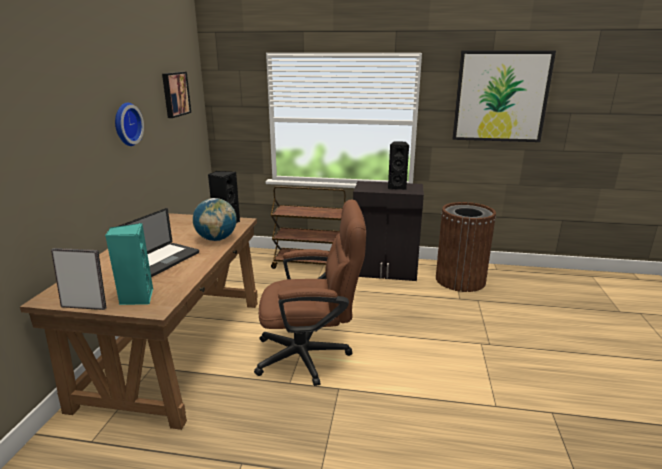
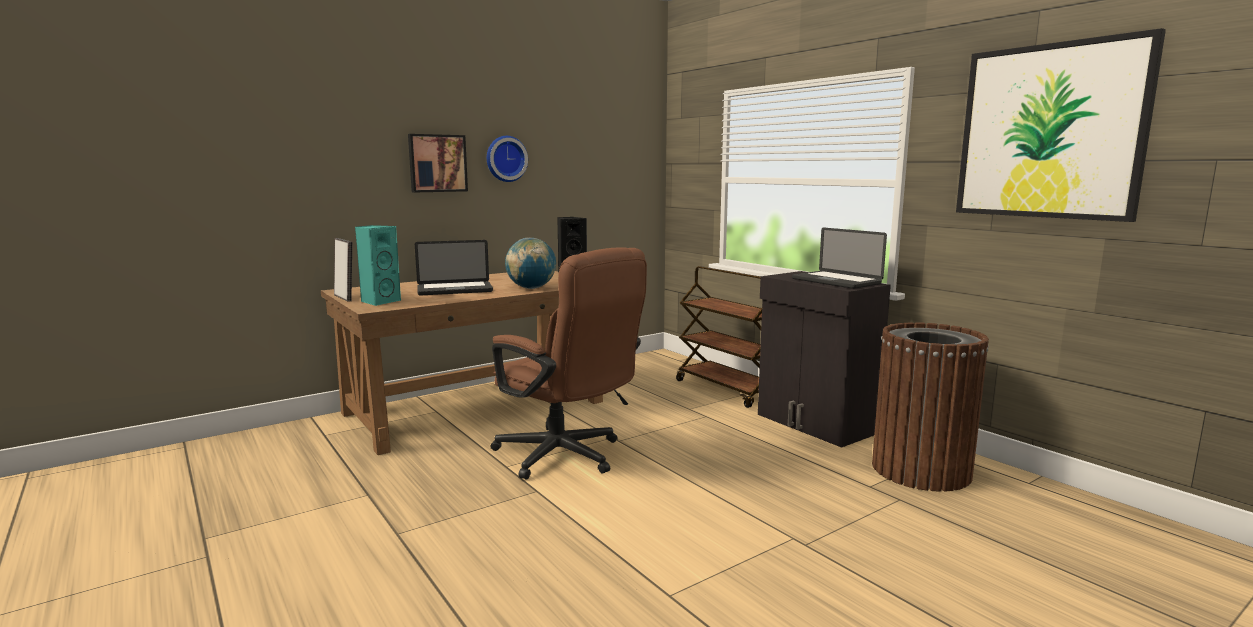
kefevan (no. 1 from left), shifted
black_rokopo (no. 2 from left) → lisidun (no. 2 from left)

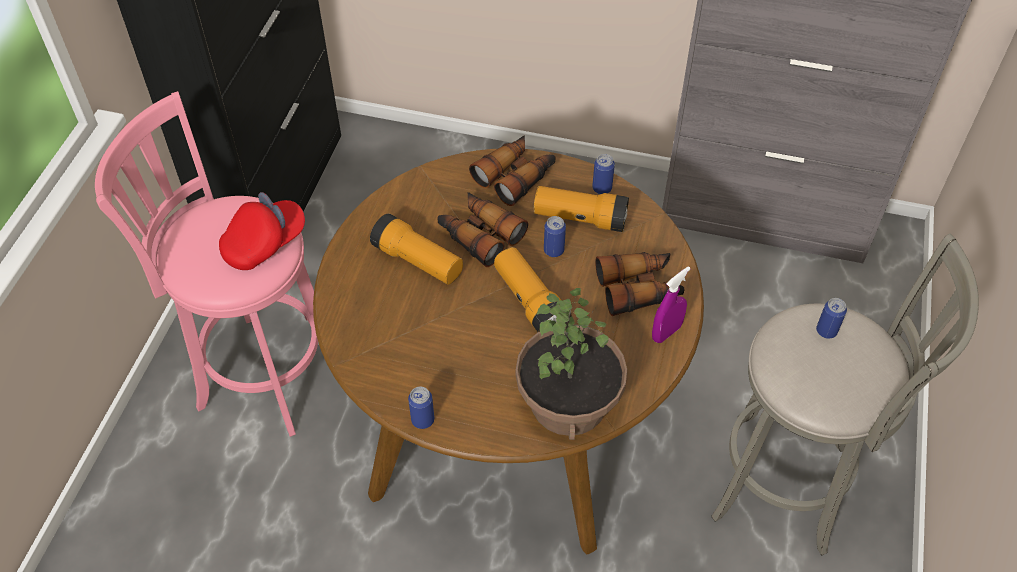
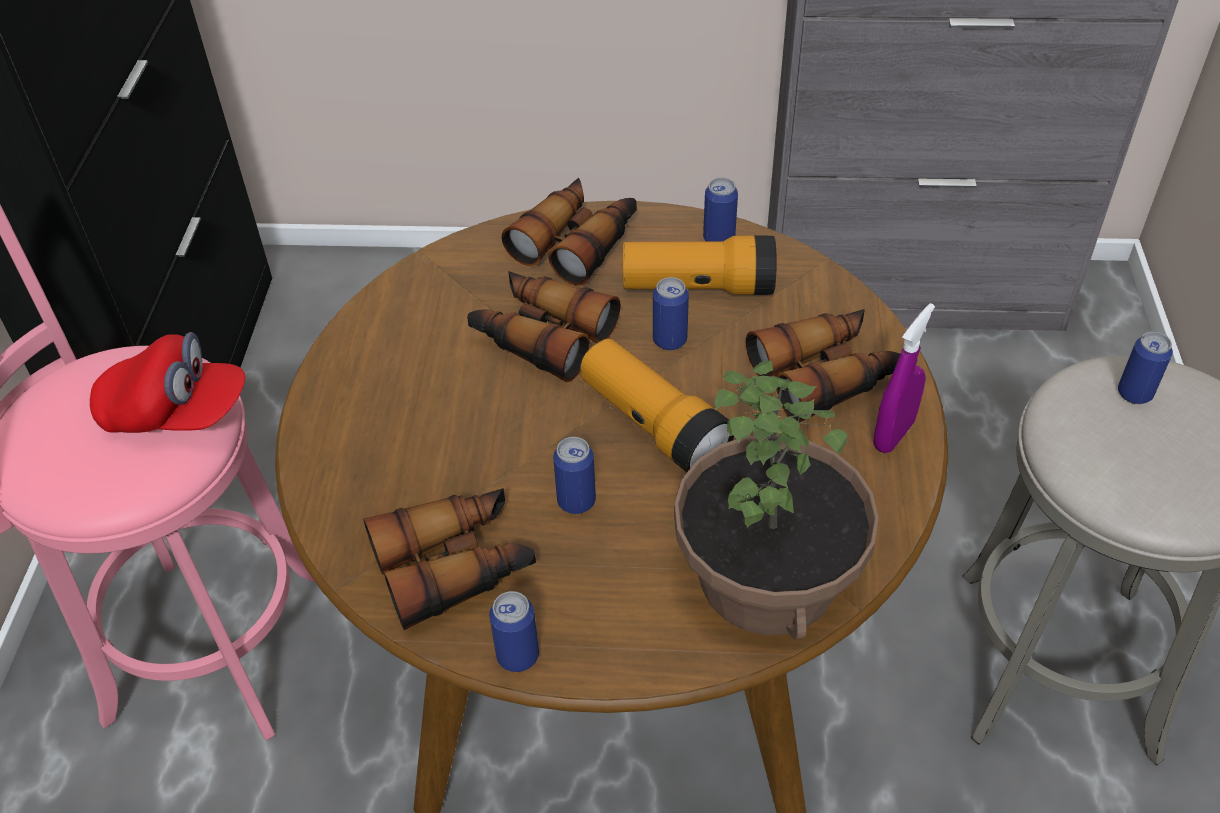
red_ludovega, 60 degrees clockwise
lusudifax (no. 1 from left) → -
- → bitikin (no. 2 from left)
- → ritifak (no. 1 from left)

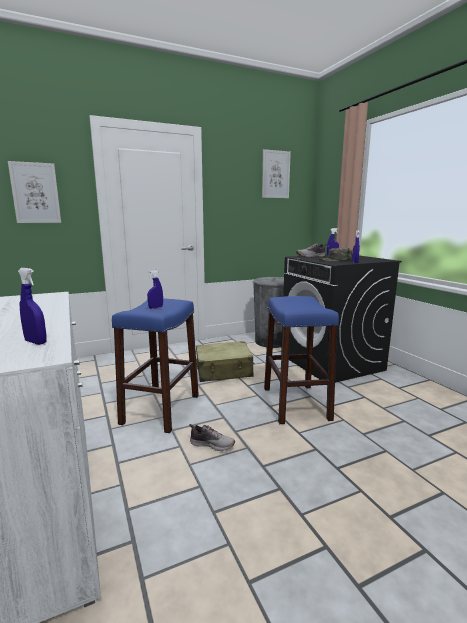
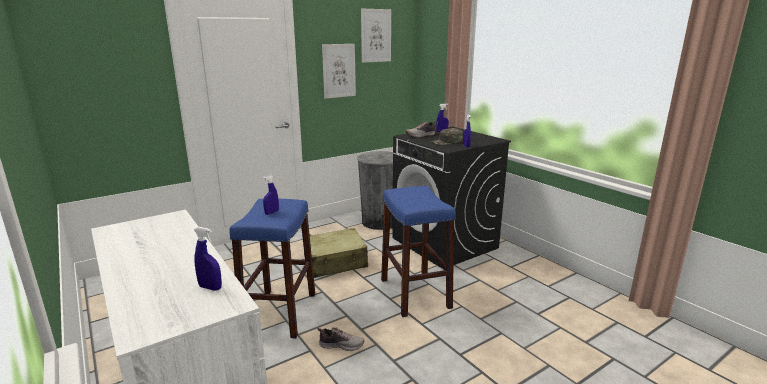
kefevan (no. 1 from left), shifted

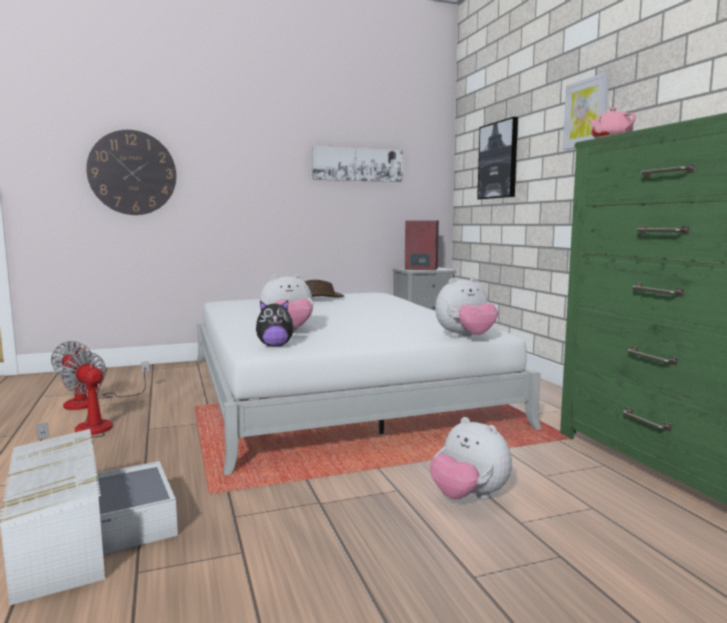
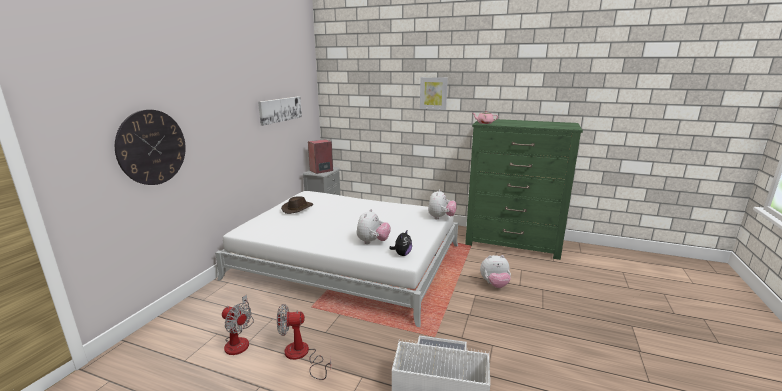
kefevan (no. 2 from left) → -

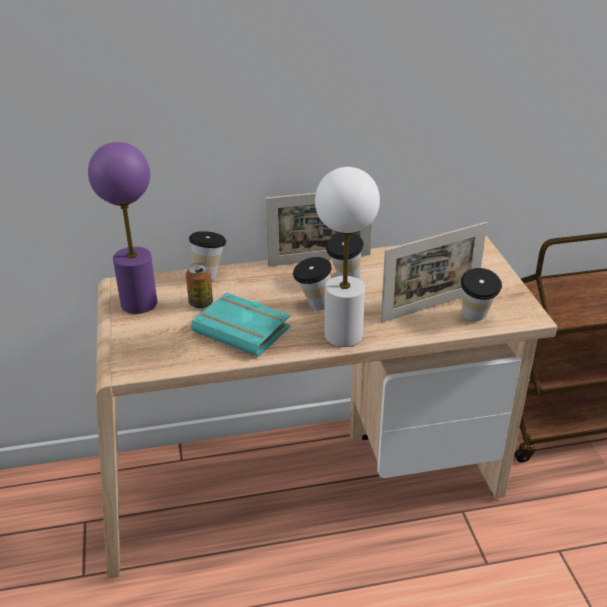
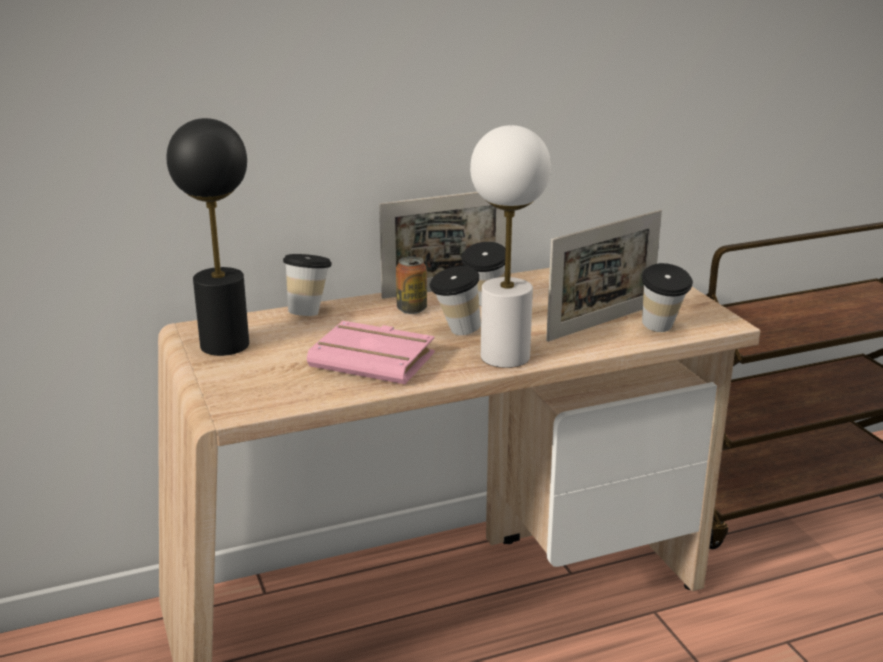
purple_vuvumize → black_vuvumize
bitikin, shifted
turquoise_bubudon → pink_bubudon

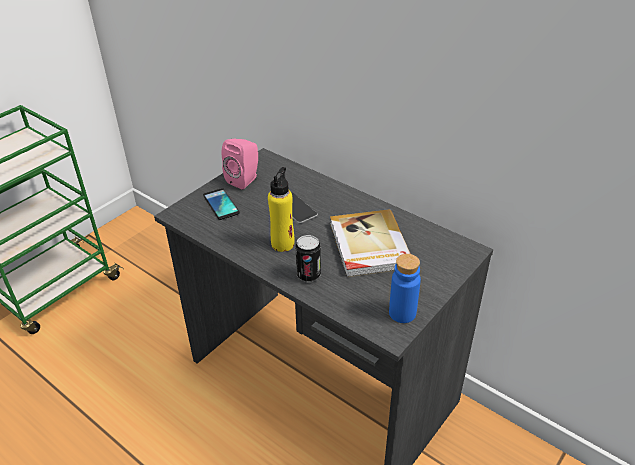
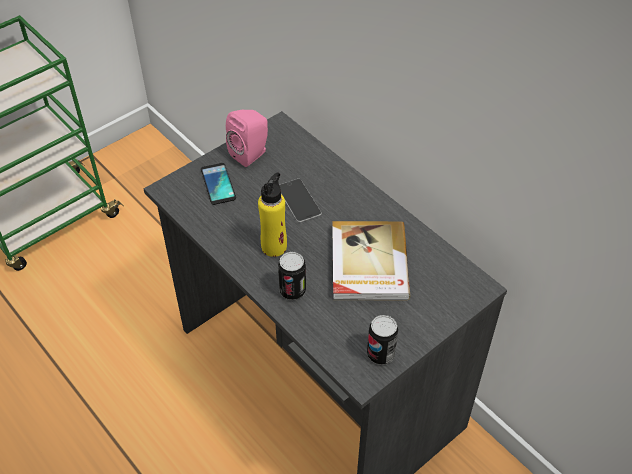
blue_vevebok → bitikin (no. 2 from left)

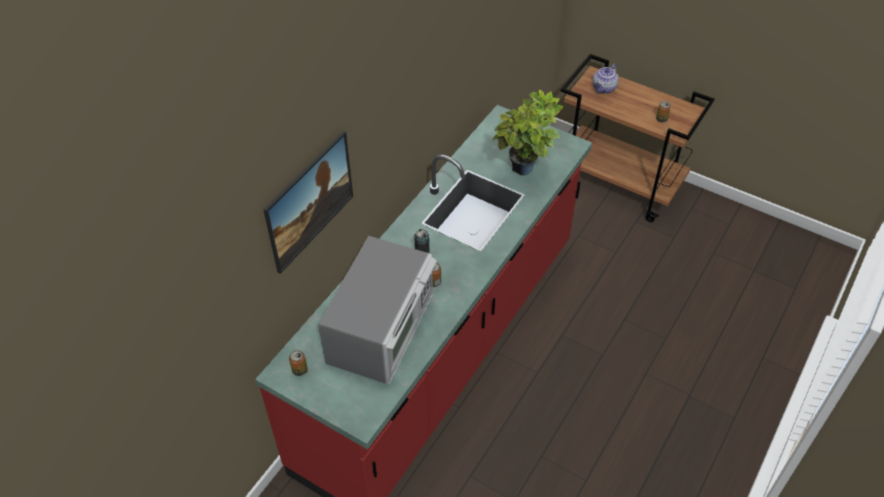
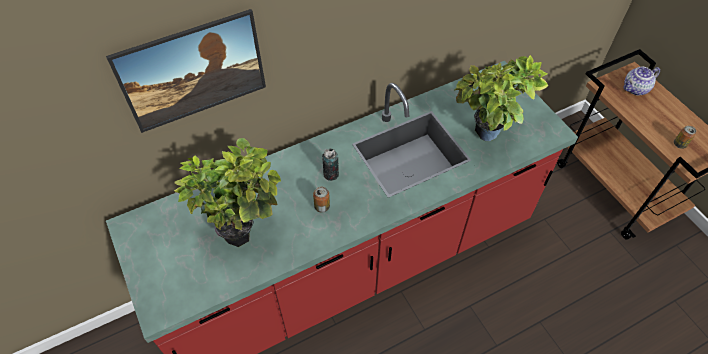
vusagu → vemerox (no. 1 from left)
bitikin (no. 1 from left) → -

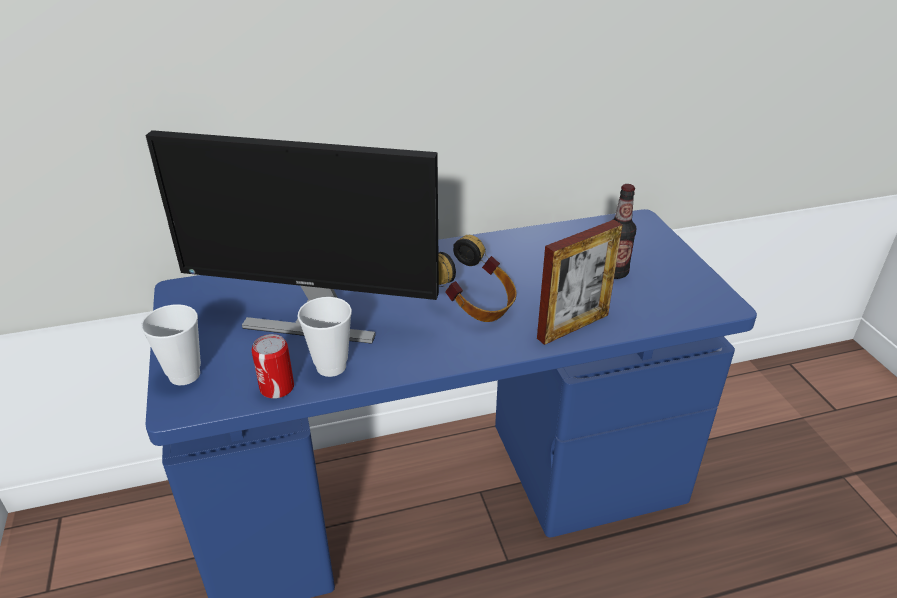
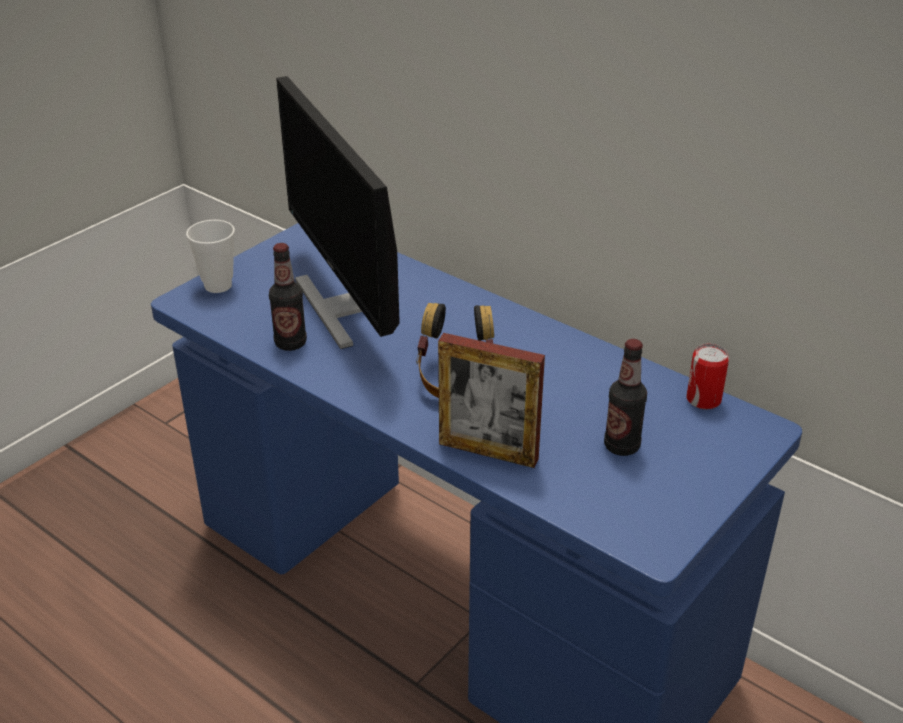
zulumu (no. 2 from left) → vevebok (no. 1 from left)
bitikin, shifted

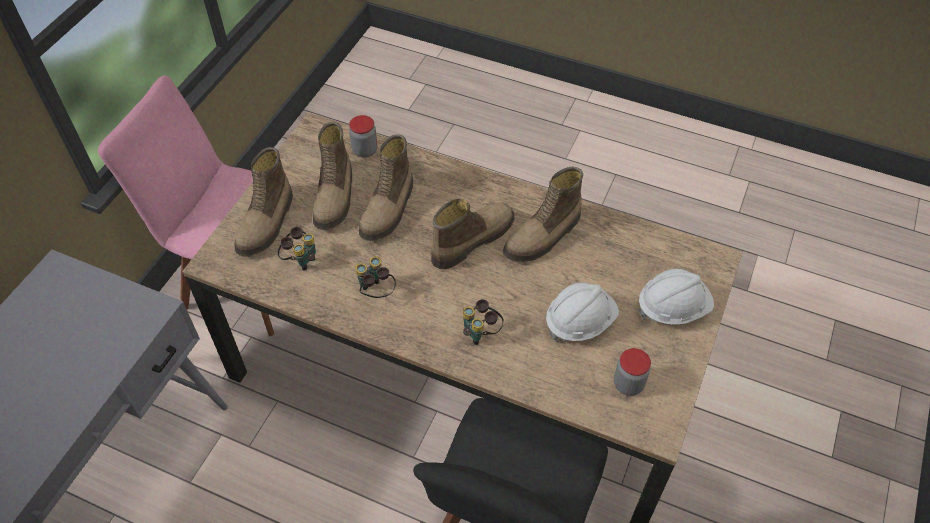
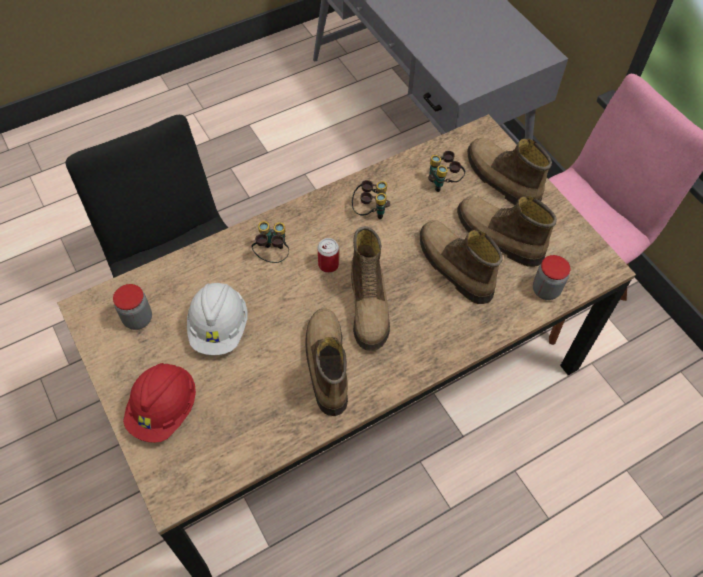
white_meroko (no. 2 from left) → red_meroko
- → bitikin

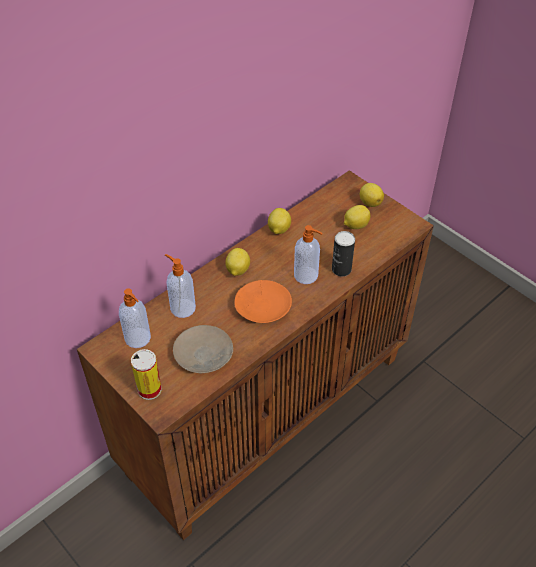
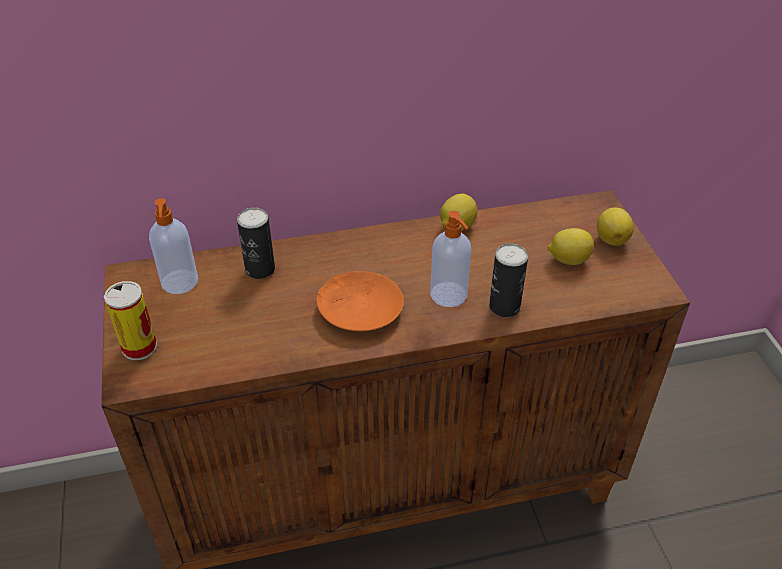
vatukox (no. 1 from left) → -
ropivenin (no. 2 from left) → bitikin (no. 2 from left)
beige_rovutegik → -

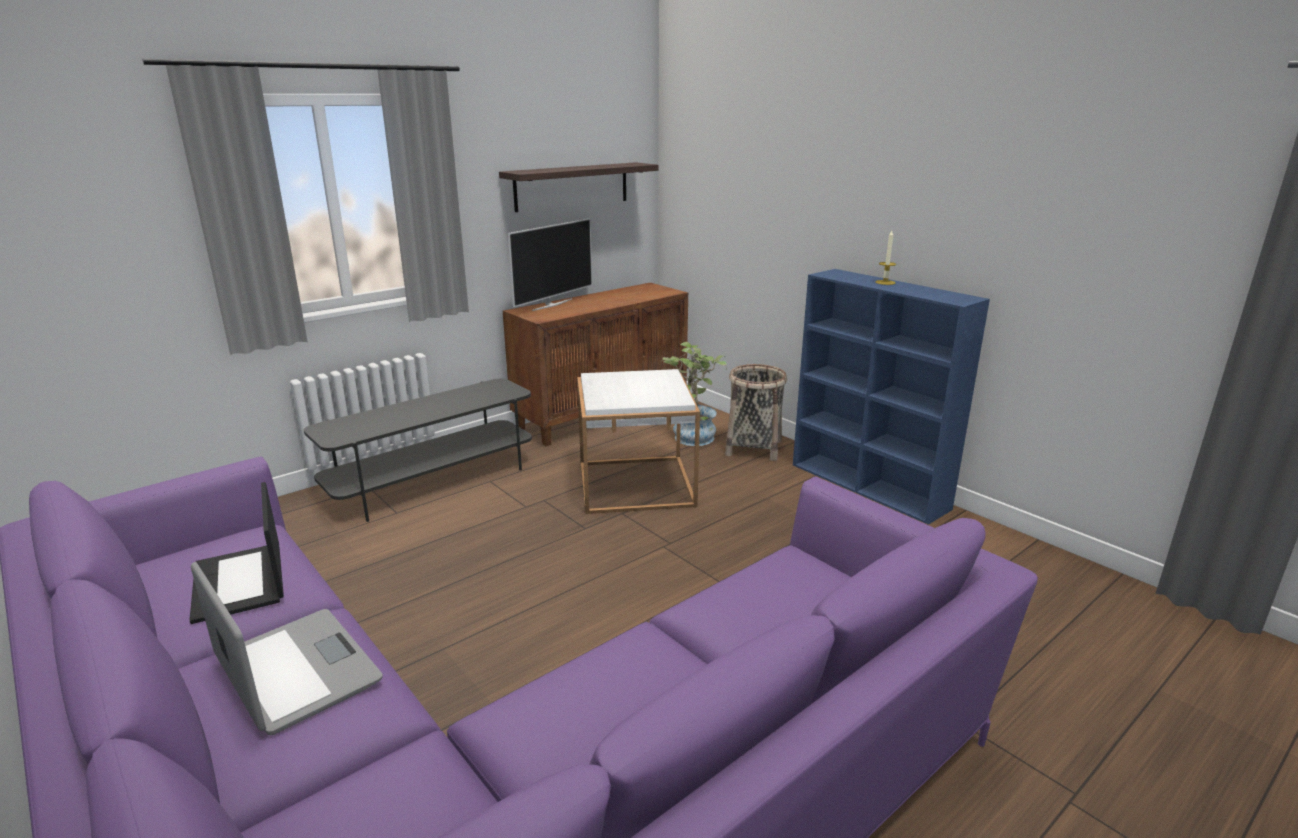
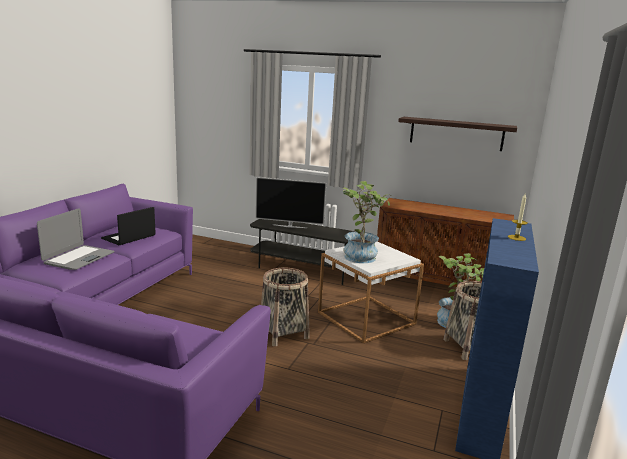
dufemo, shifted
- → vemerox (no. 1 from left)
- → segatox (no. 1 from left)

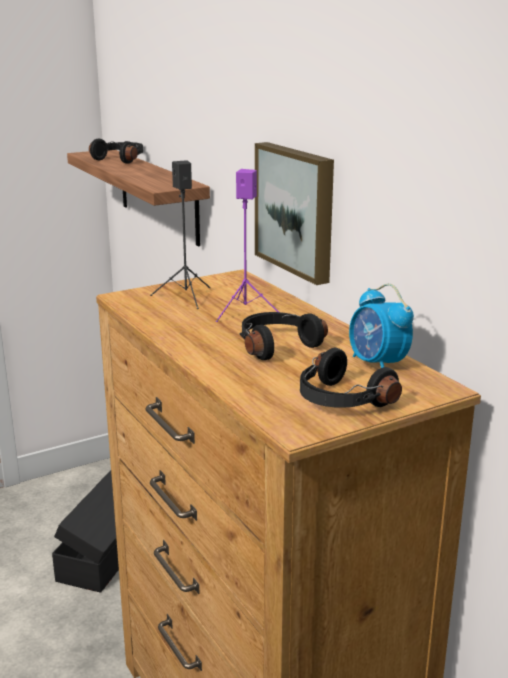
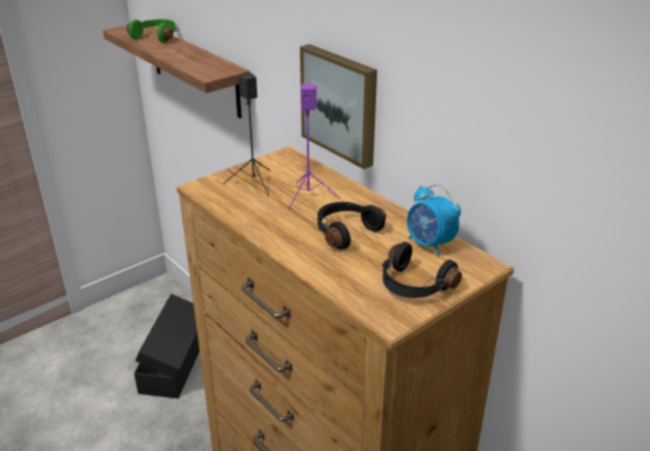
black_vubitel (no. 1 from left) → green_vubitel

